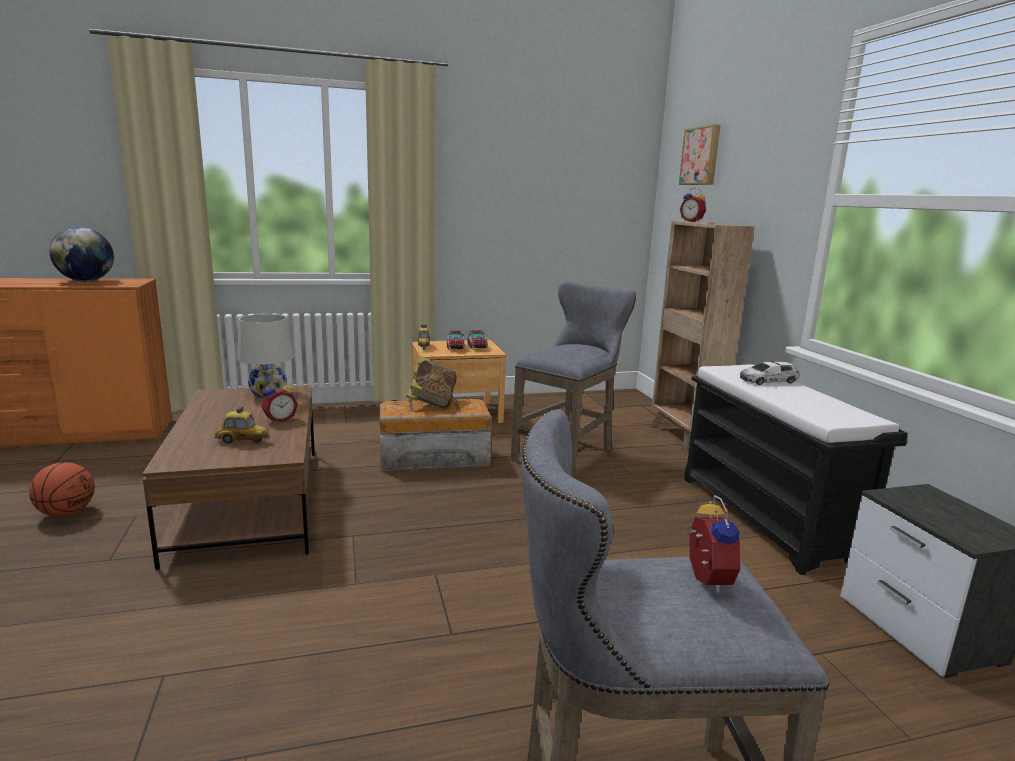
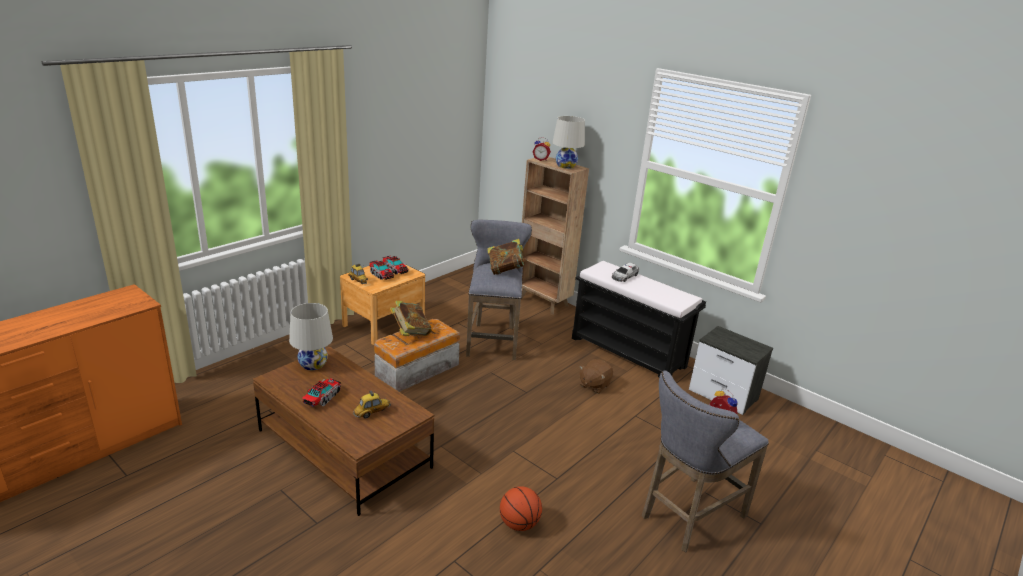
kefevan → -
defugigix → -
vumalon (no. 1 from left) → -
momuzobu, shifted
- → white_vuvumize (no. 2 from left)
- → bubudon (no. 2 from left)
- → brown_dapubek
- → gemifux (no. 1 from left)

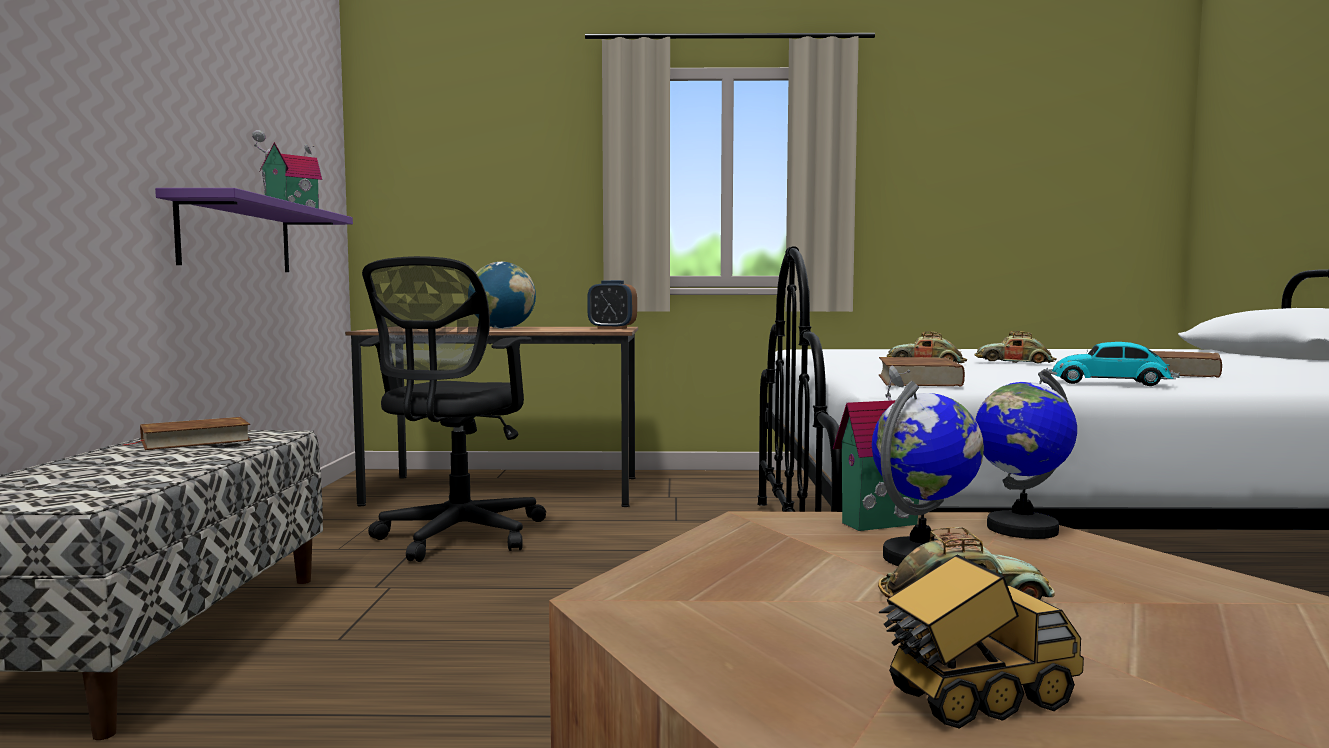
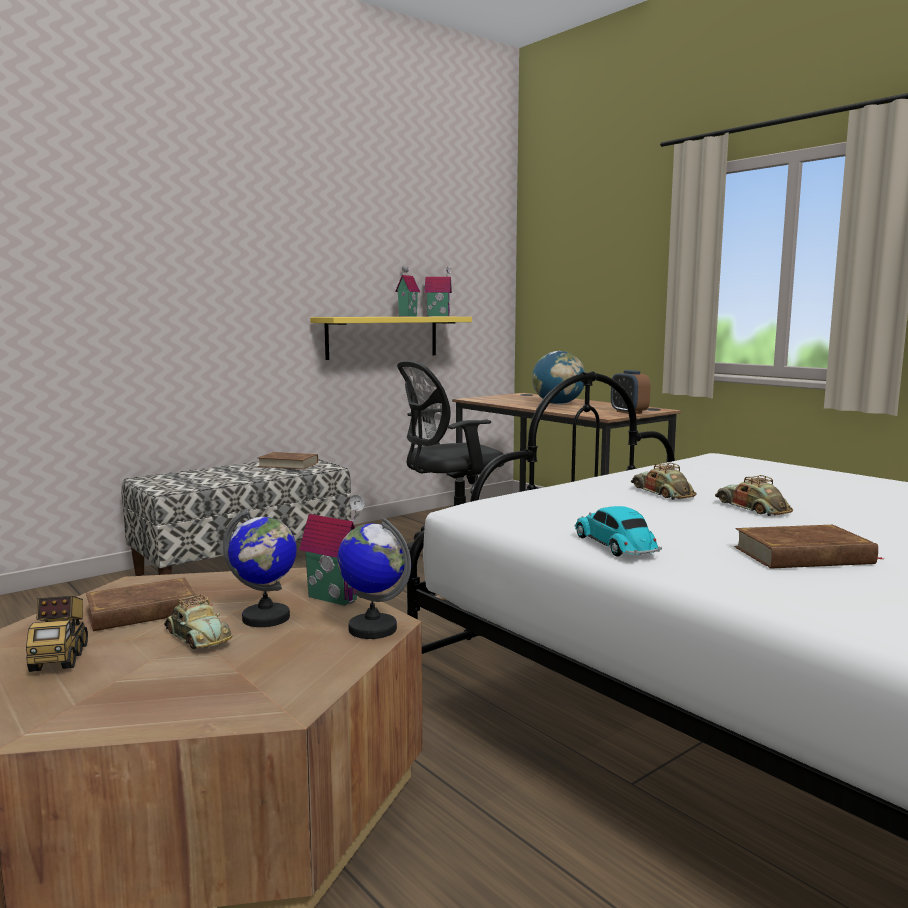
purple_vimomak → yellow_vimomak
brown_bubudon (no. 2 from left in the first image) → brown_bubudon (no. 1 from left), shifted
gemifux, 45 degrees clockwise

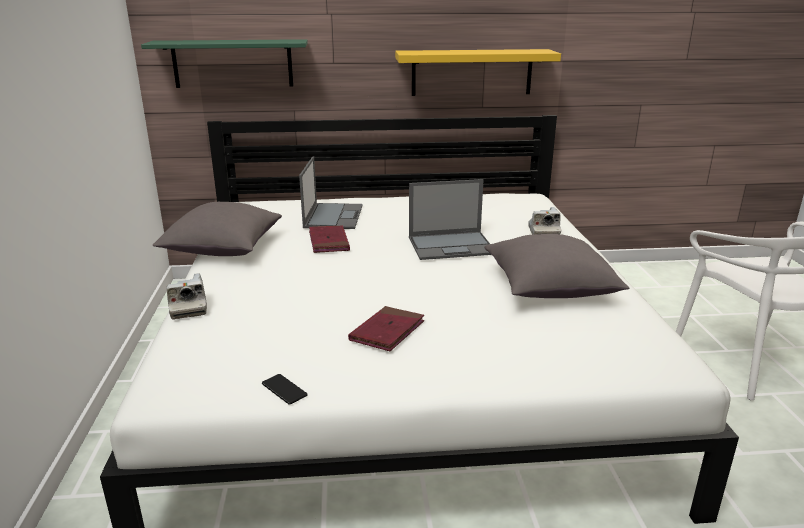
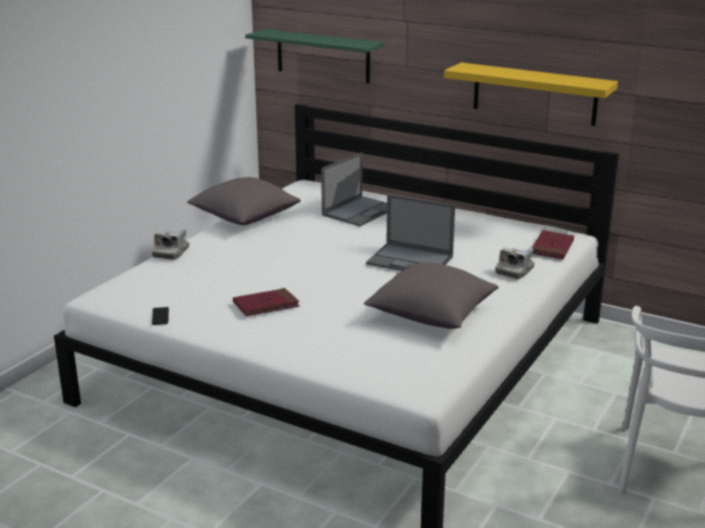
red_bubudon (no. 1 from left in the first image) → red_bubudon (no. 2 from left), shifted

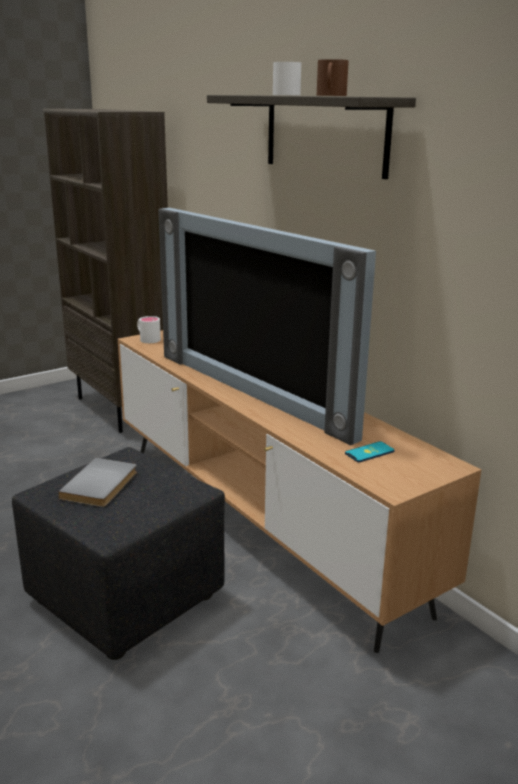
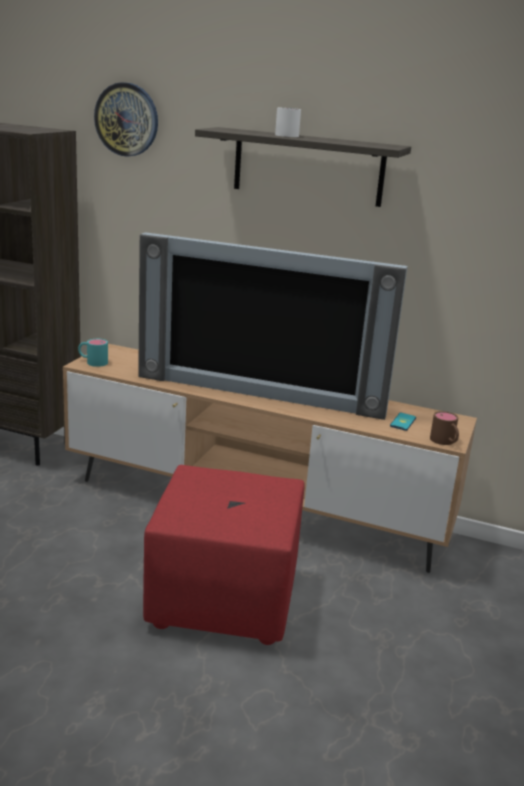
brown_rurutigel, shifted
white_rurutigel (no. 1 from left) → turquoise_rurutigel
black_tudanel → red_tudanel
grey_bubudon → -
- → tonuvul

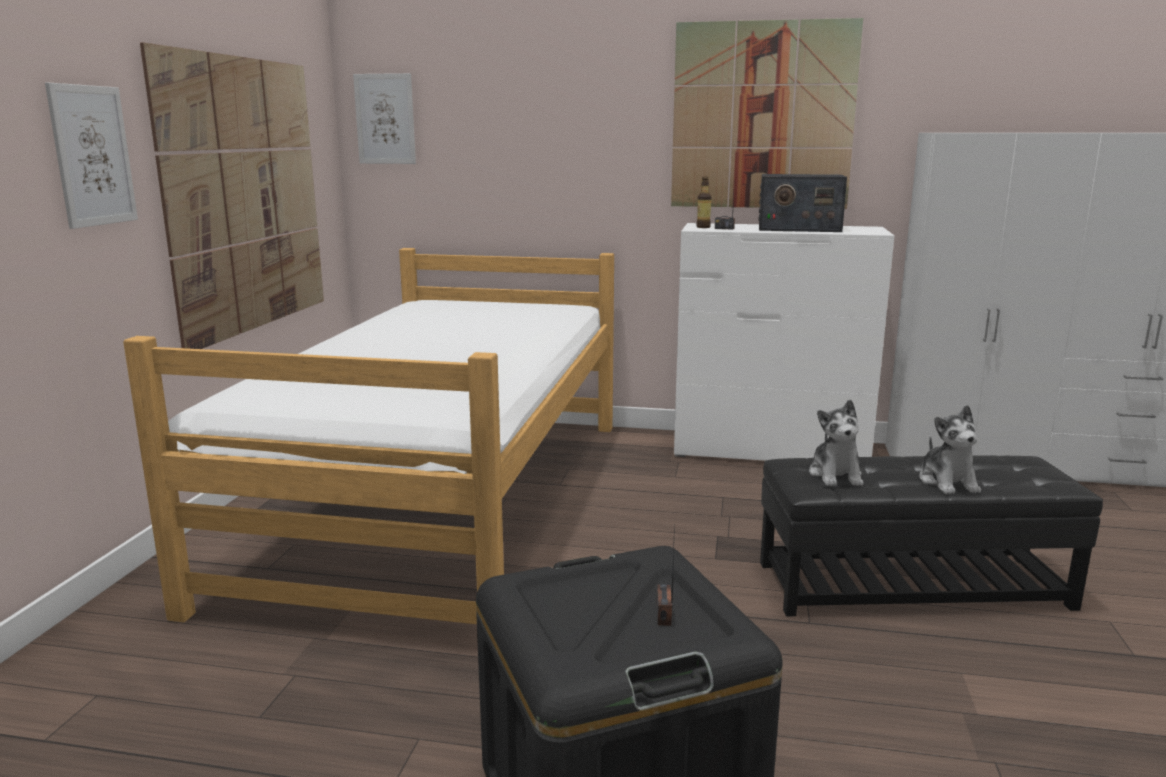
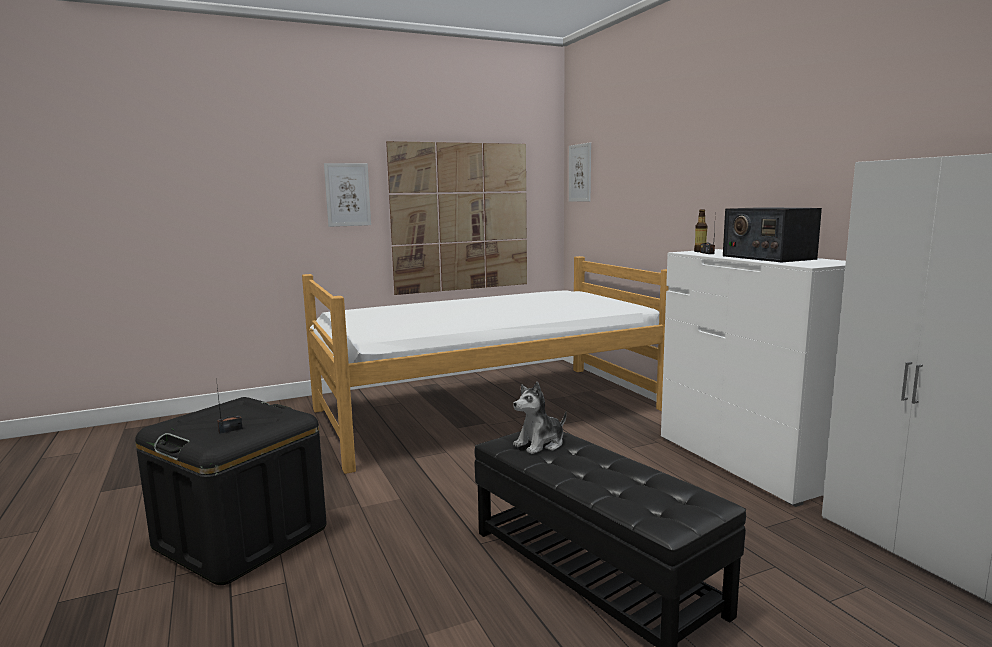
kefevan (no. 4 from left) → -
dapubek (no. 2 from left) → -

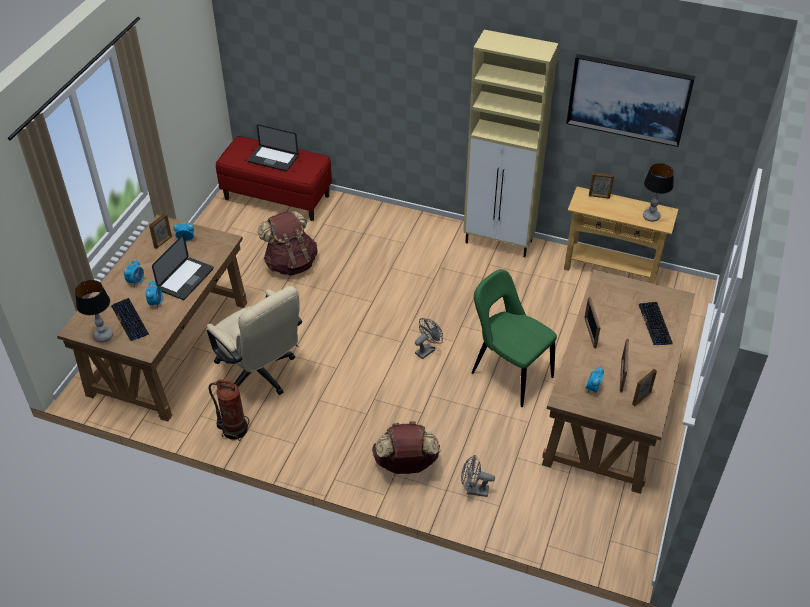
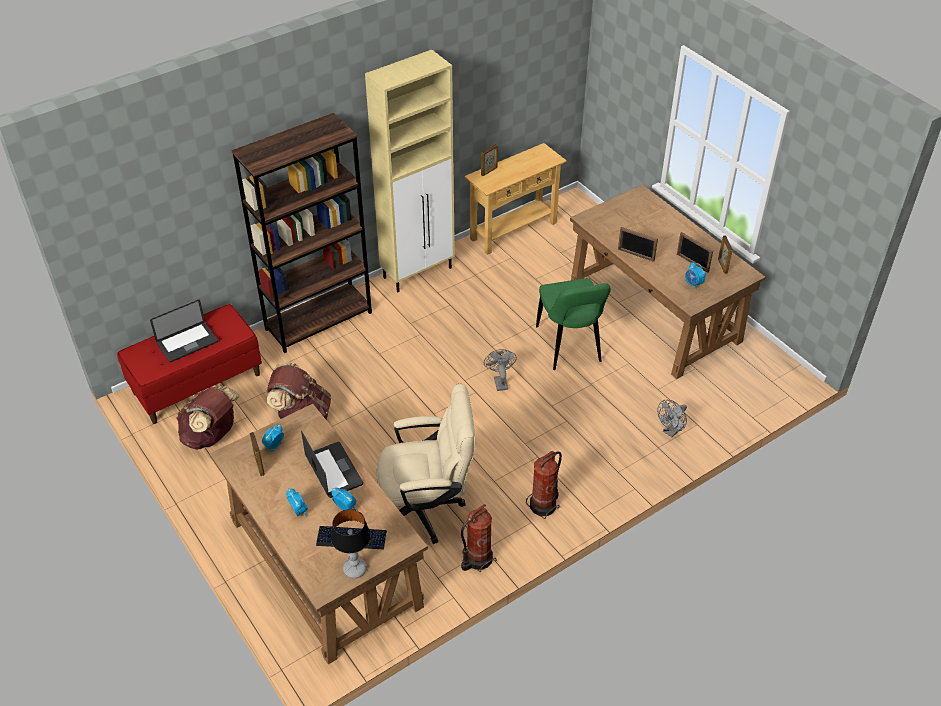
kefevan → -
vuvumize (no. 2 from left) → -
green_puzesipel, 90 degrees counterclockwise
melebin (no. 2 from left) → -
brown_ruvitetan (no. 2 from left in the first image) → brown_ruvitetan (no. 1 from left), shifted
- → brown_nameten
- → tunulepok (no. 2 from left)

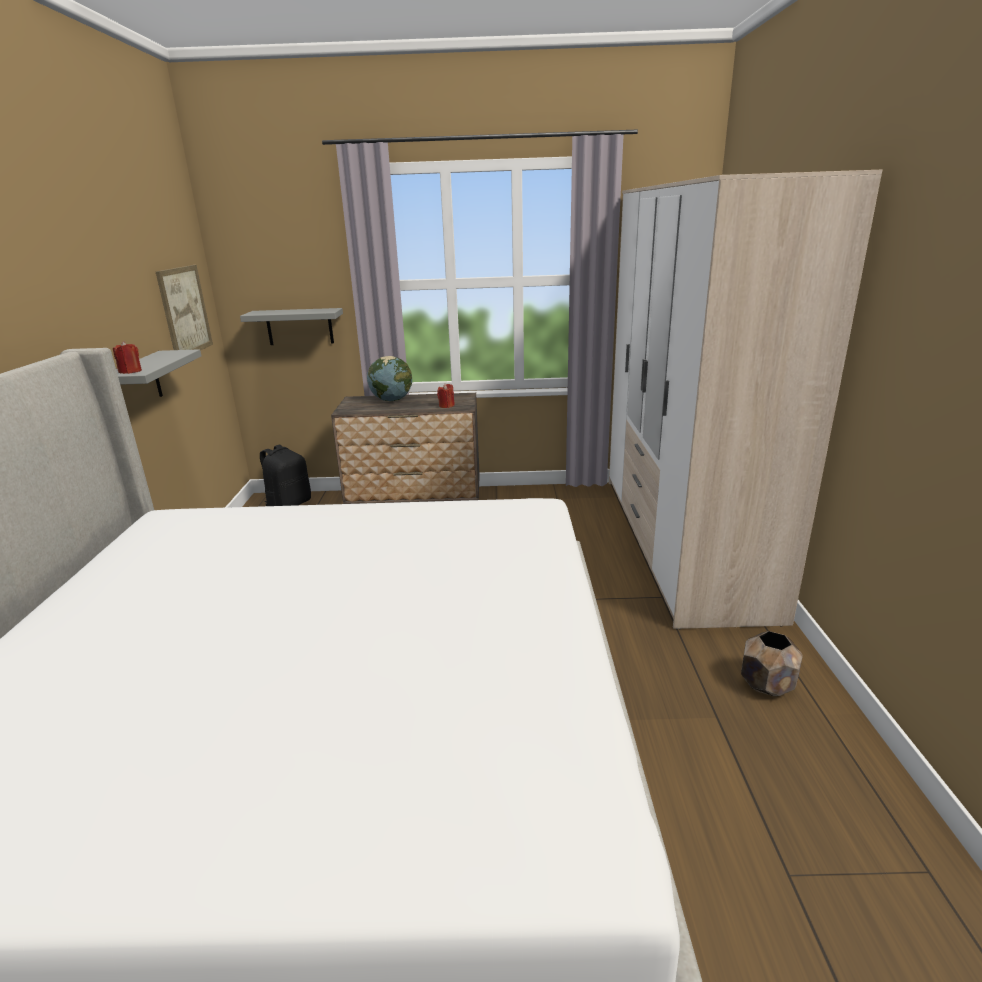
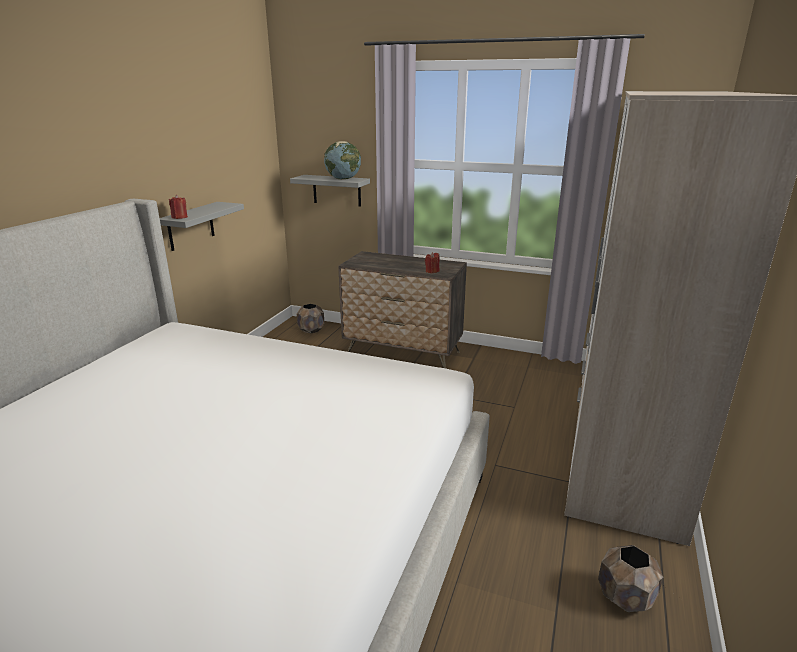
kefevan → -
defugigix, shifted
black_ruvitetan → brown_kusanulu (no. 1 from left)

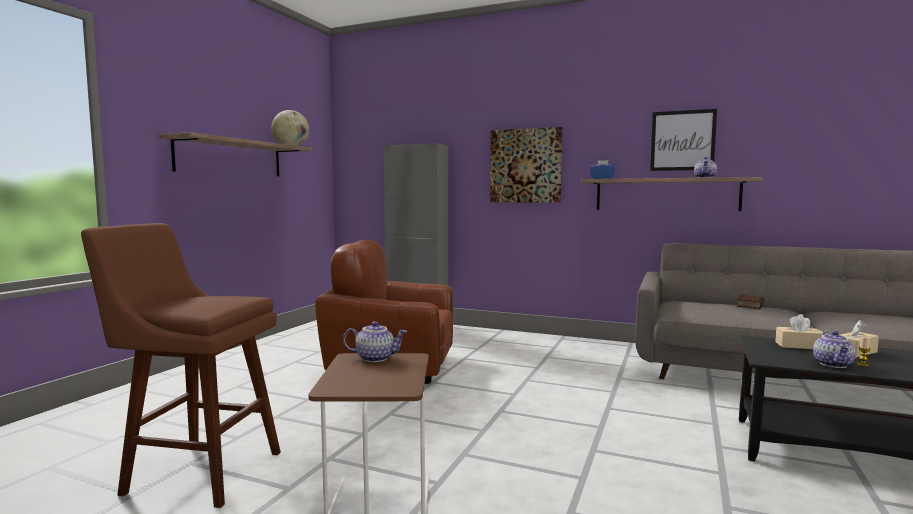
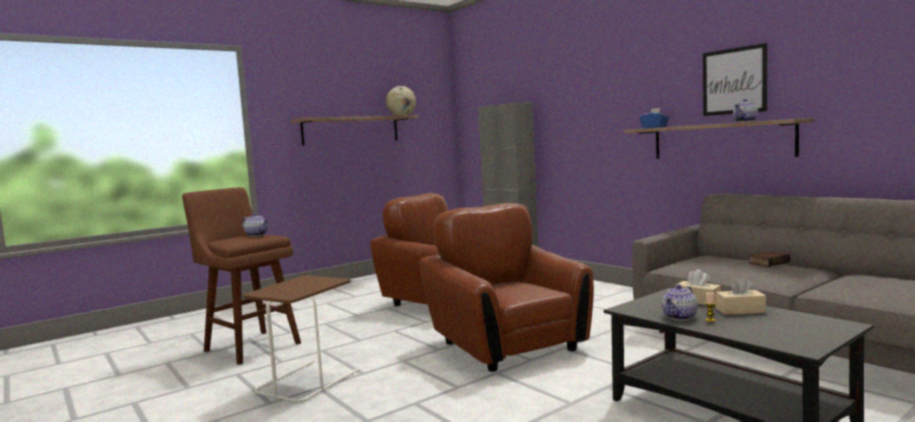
kefevan (no. 1 from left) → -
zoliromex (no. 1 from left), shifted
- → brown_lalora (no. 2 from left)

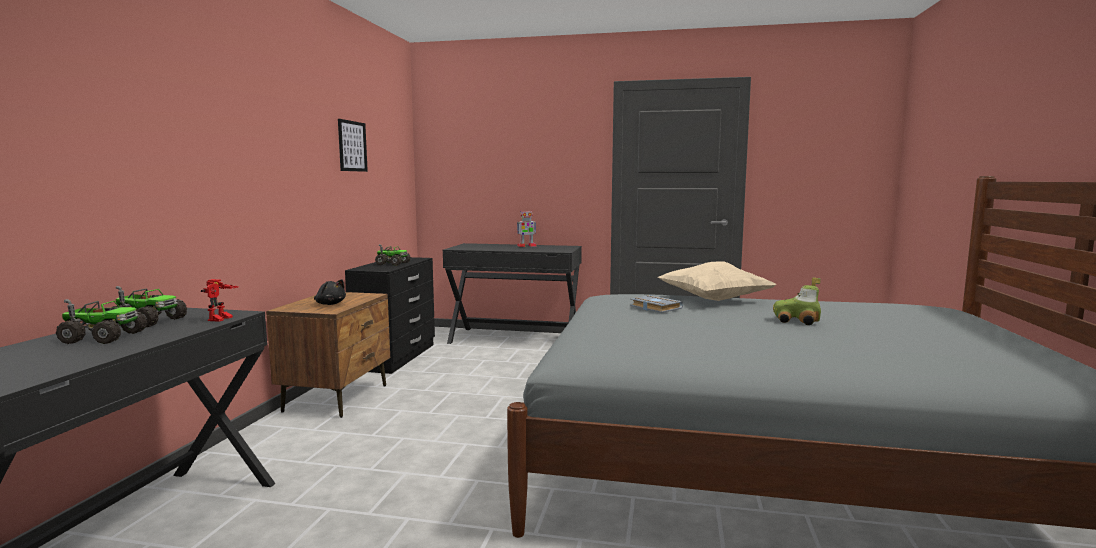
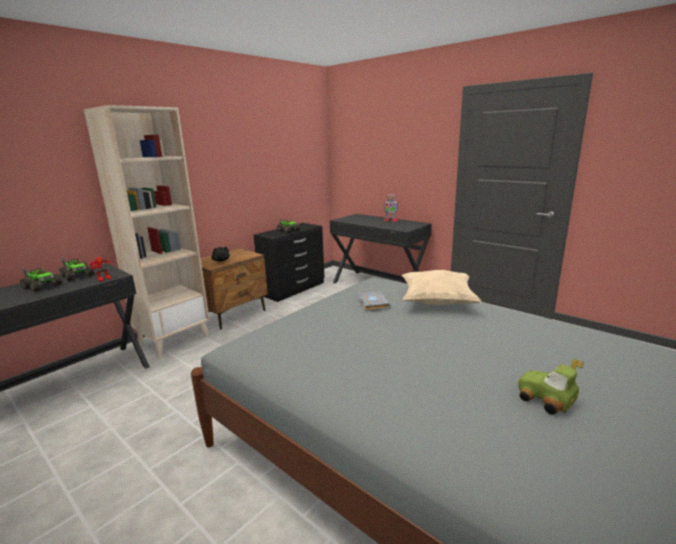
kefevan → -
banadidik, shifted
- → beige_nameten

